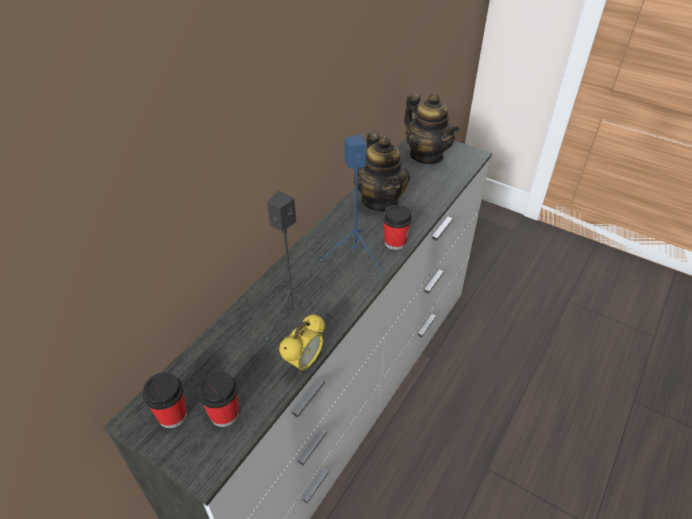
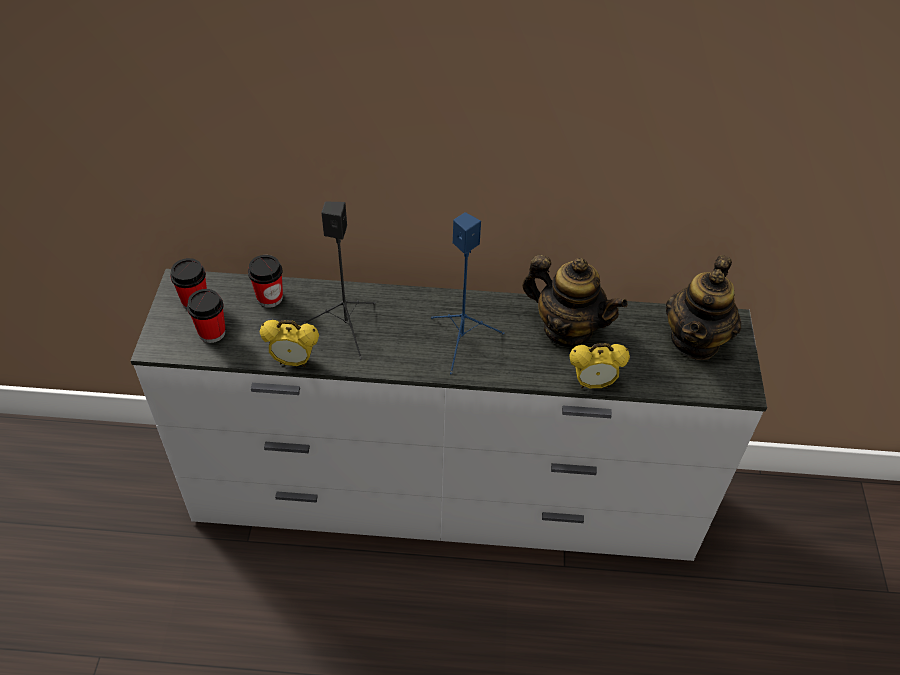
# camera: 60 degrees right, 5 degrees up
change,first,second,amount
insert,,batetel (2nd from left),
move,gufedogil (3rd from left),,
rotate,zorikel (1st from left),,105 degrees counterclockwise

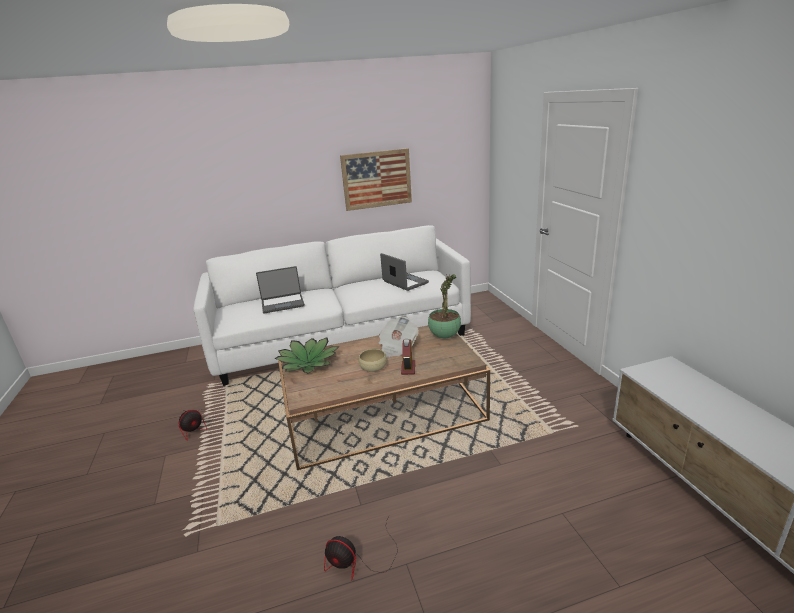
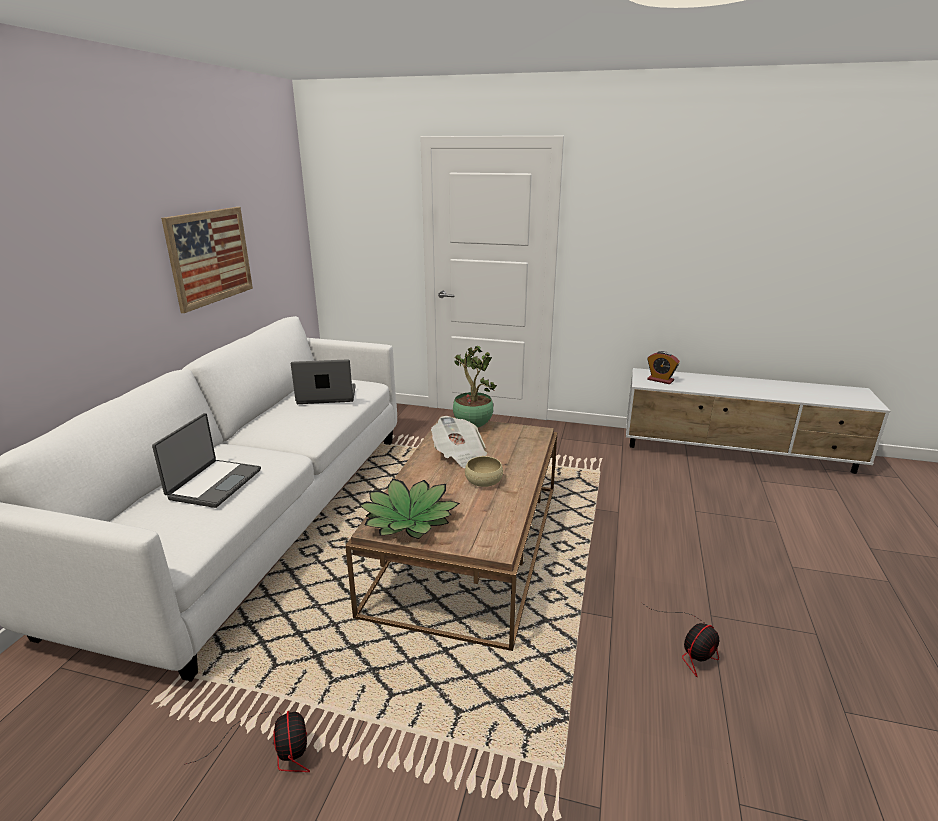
# camera: 60 degrees left, 0 degrees up
change,first,second,amount
move,batetel,,

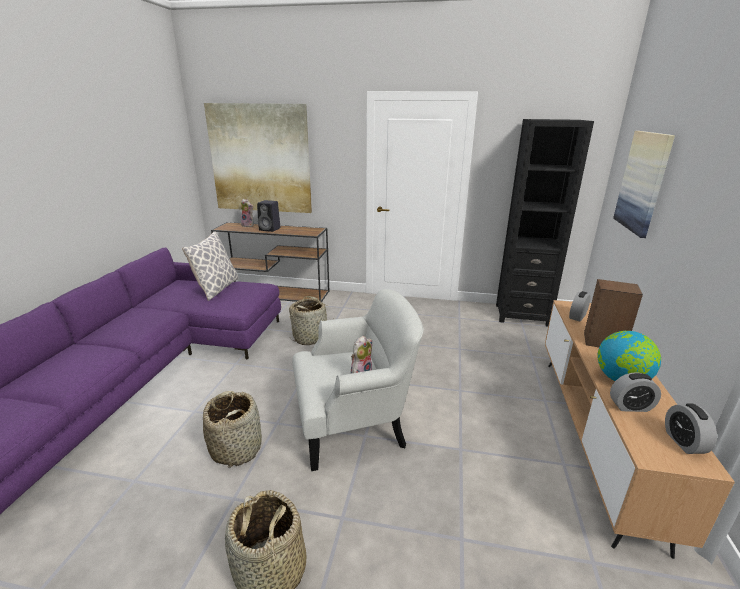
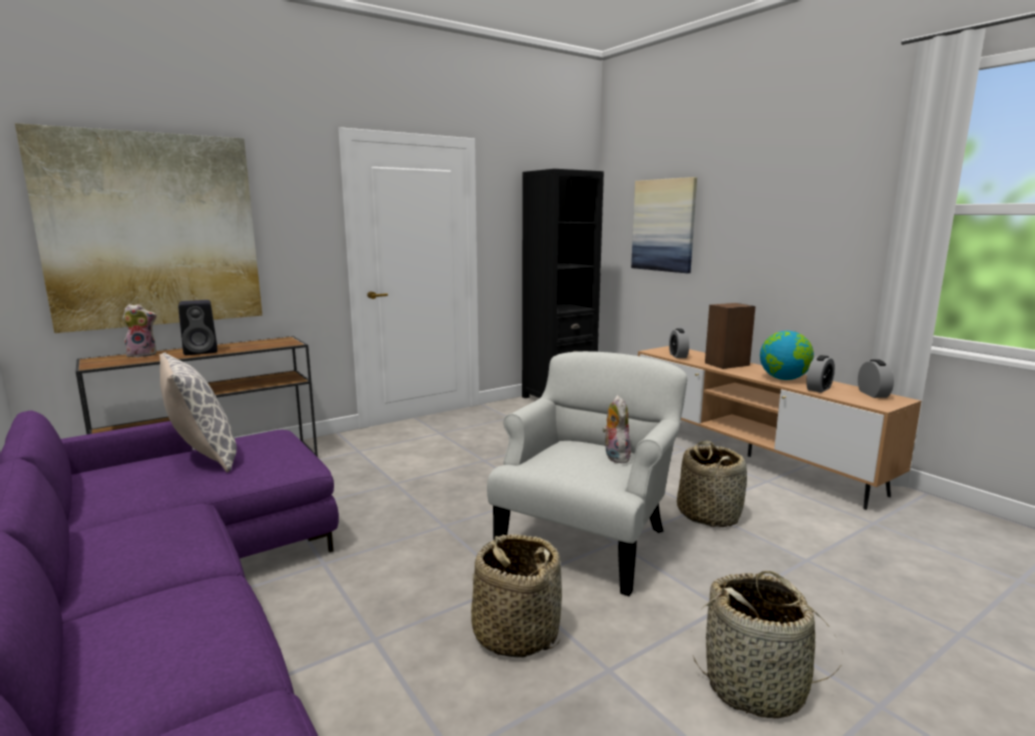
# camera: 45 degrees left, 10 degrees down
change,first,second,amount
move,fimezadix (3rd from left in the first image),fimezadix (2nd from left),
rotate,batetel (3rd from left),,135 degrees counterclockwise

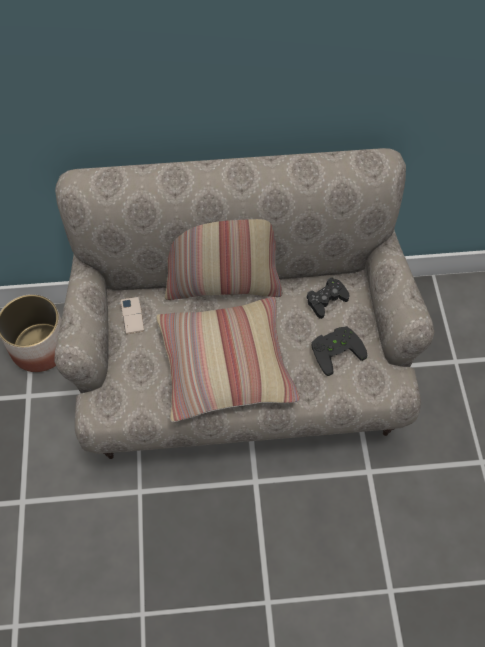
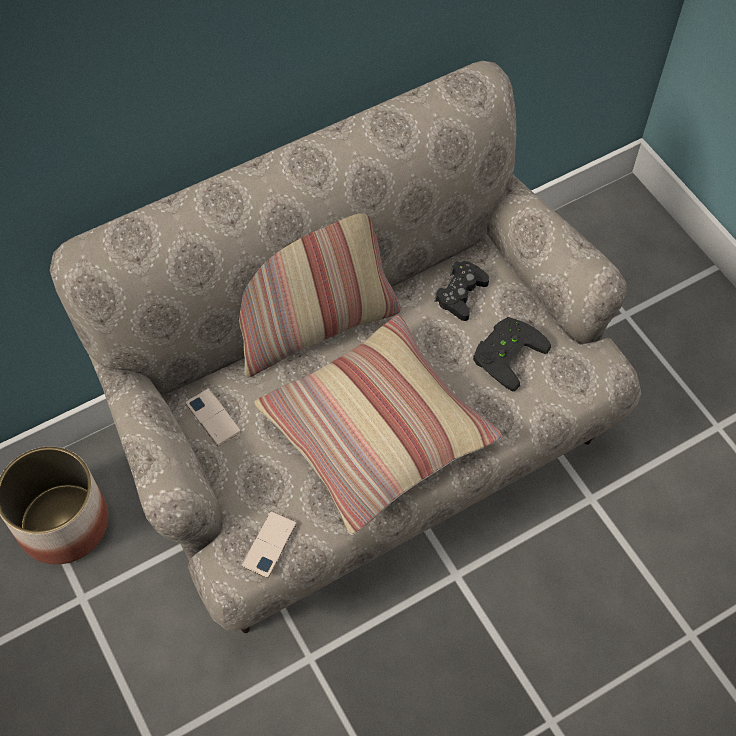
# camera: 25 degrees left, 0 degrees up
change,first,second,amount
insert,,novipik (2nd from left),

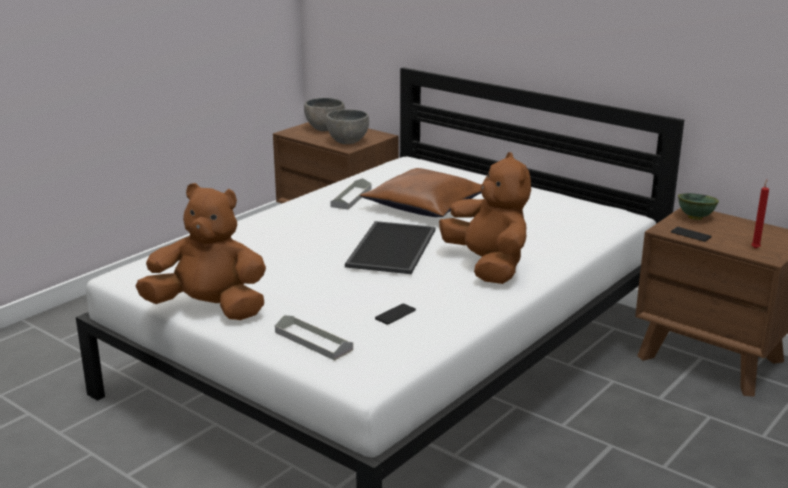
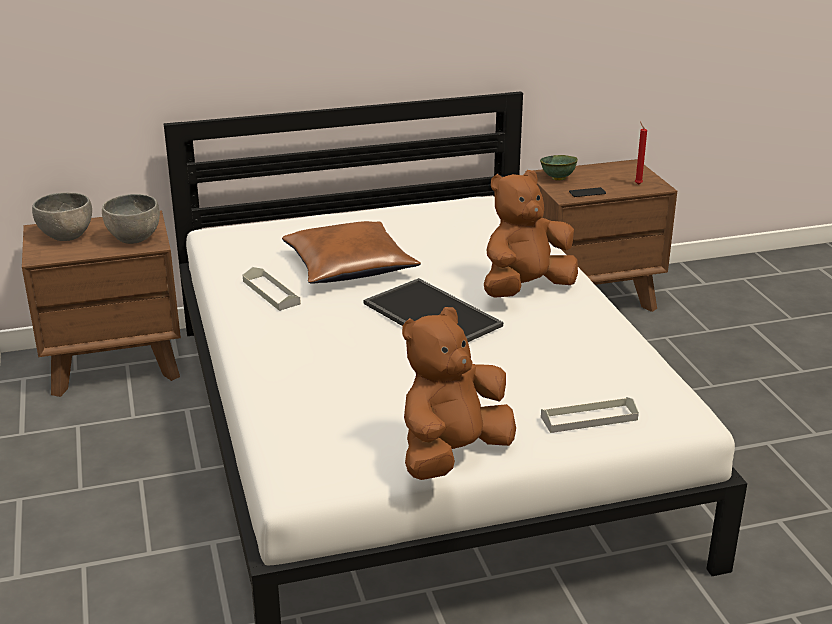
# camera: 55 degrees left, 5 degrees up
change,first,second,amount
delete,novipik (1st from left),,
rotate,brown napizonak (2nd from left),,45 degrees counterclockwise

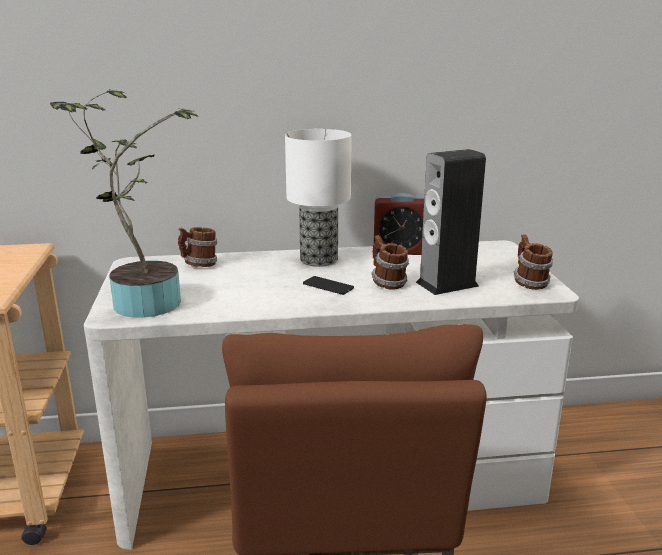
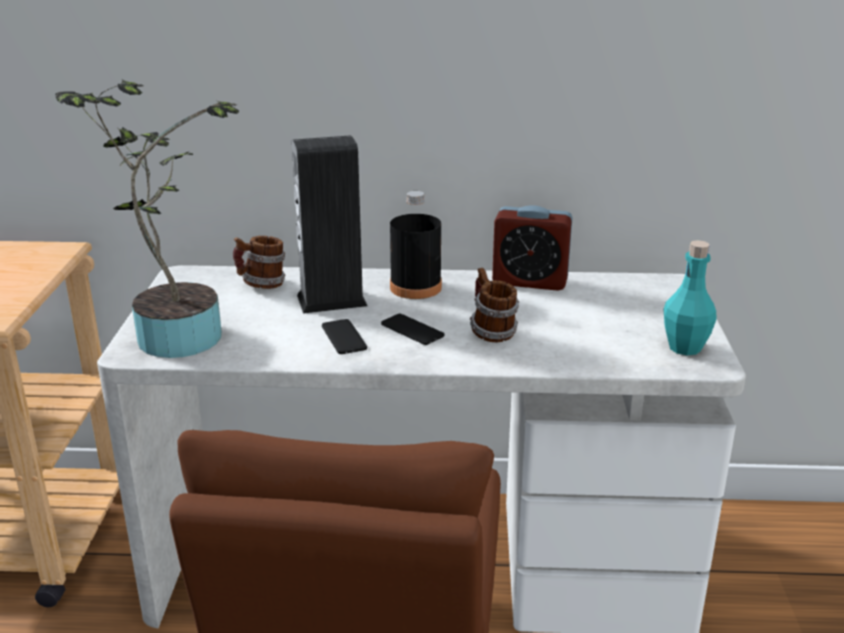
# camera: 10 degrees right, 5 degrees up
change,first,second,amount
insert,,novipik (1st from left),
move,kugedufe,,
replace,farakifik,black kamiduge,
replace,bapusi (3rd from left),turquoise kamiduge,

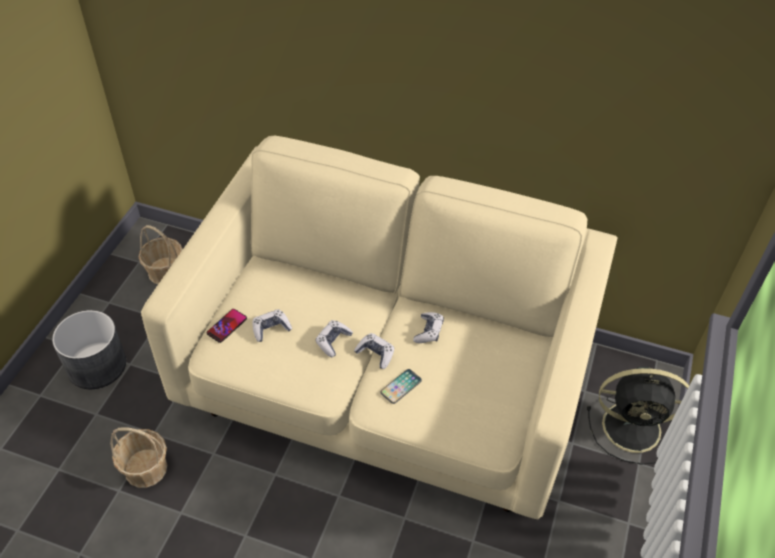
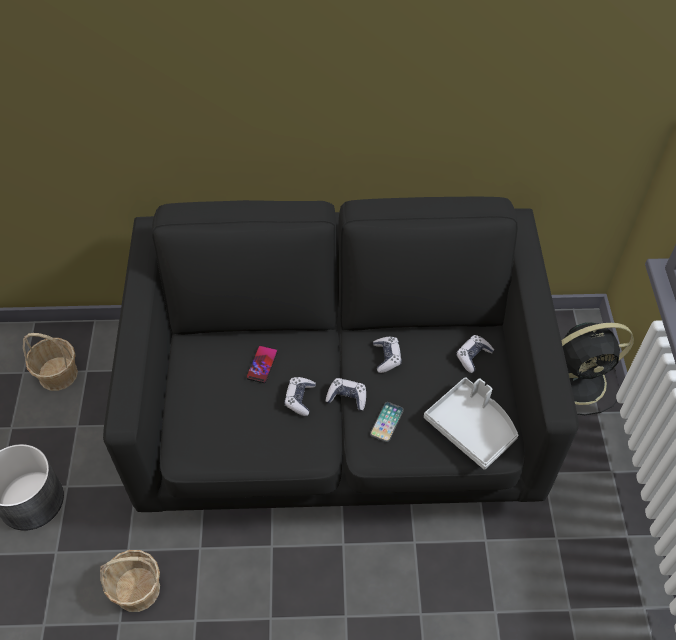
# camera: 20 degrees left, 5 degrees up
change,first,second,amount
insert,,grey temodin,
move,novipik (1st from left),,
move,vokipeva (1st from left in the first image),vokipeva (4th from left),
recolor,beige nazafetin,black nazafetin,

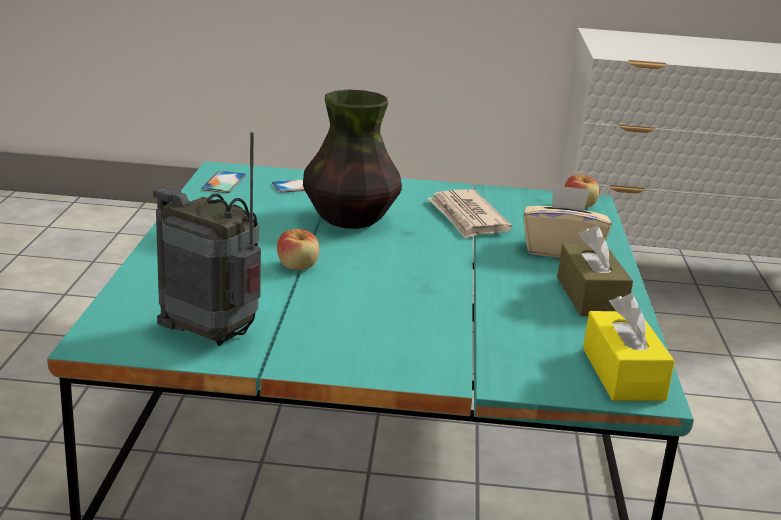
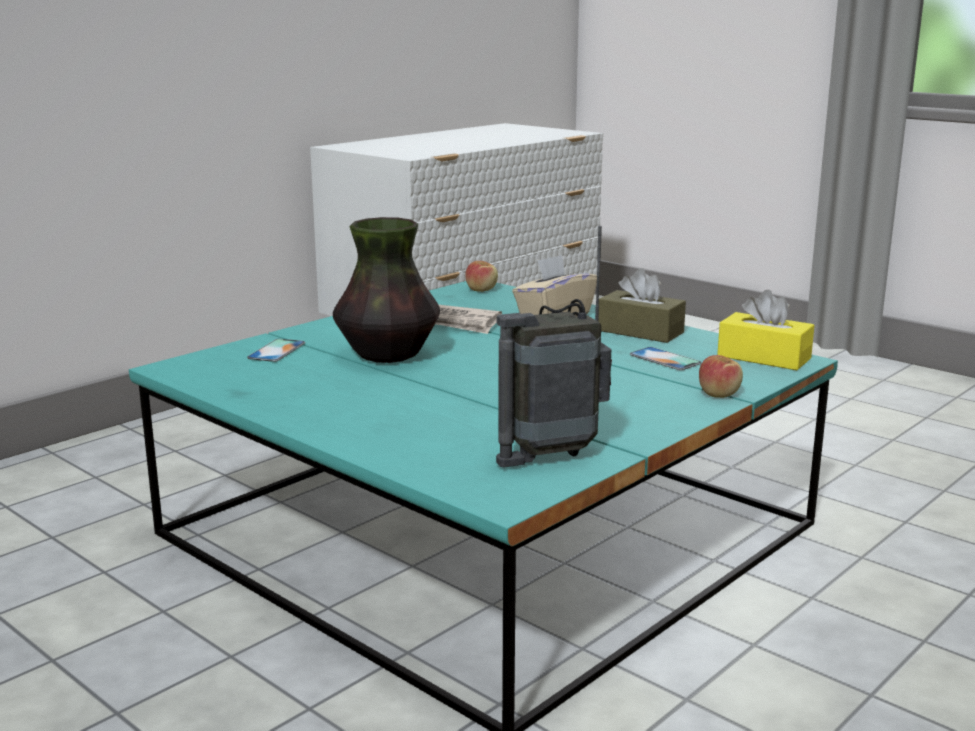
# camera: 50 degrees left, 5 degrees down
change,first,second,amount
move,novipik (1st from left in the first image),novipik (2nd from left),
move,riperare (1st from left in the first image),riperare (2nd from left),

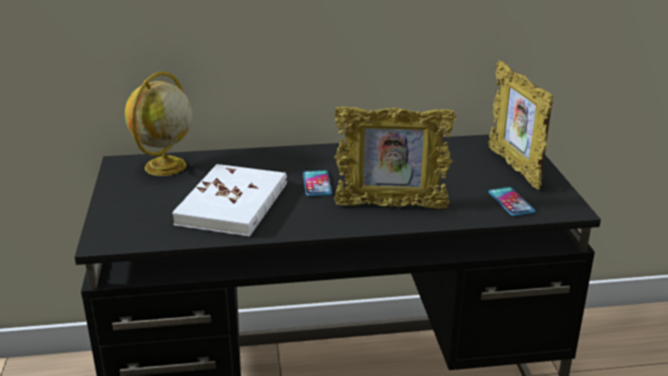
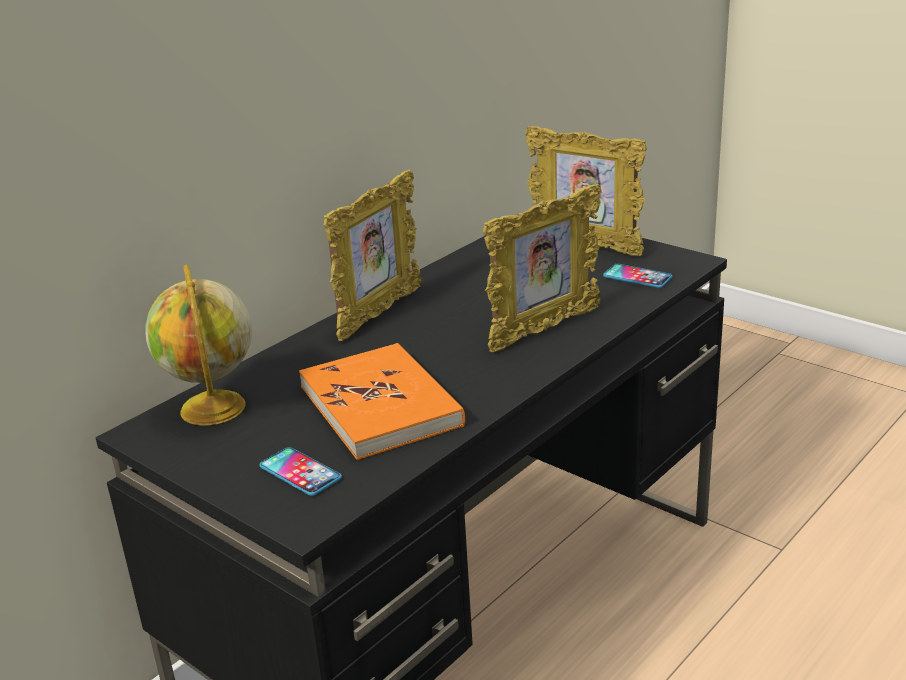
# camera: 40 degrees left, 0 degrees up
change,first,second,amount
insert,,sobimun (1st from left),
move,novipik (1st from left),,
recolor,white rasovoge,orange rasovoge,

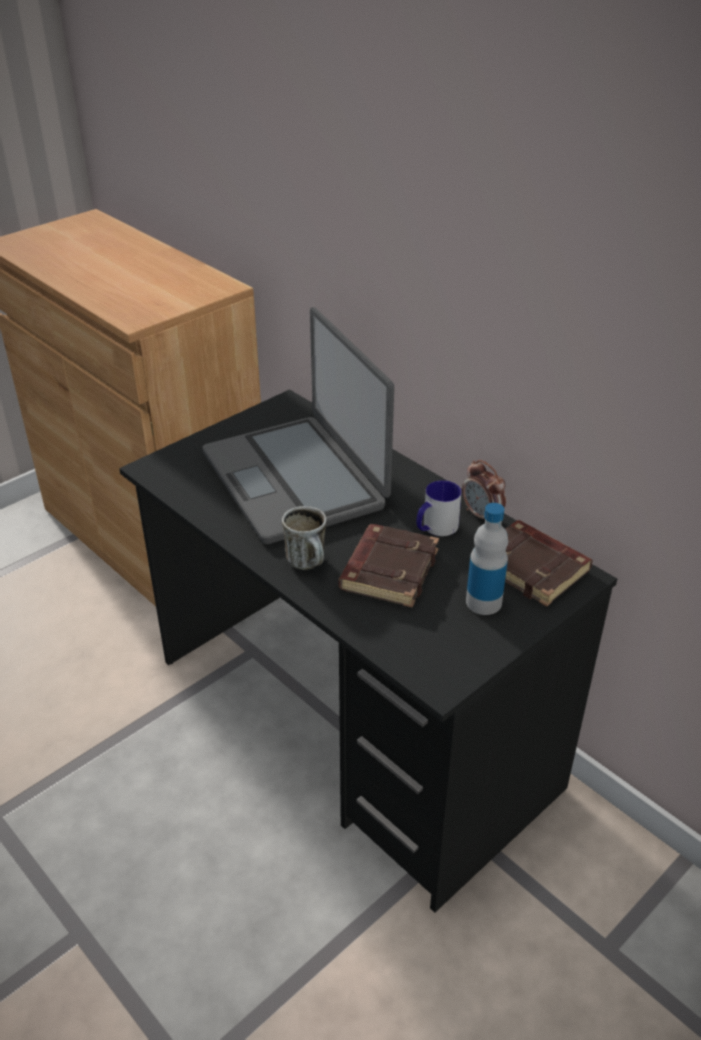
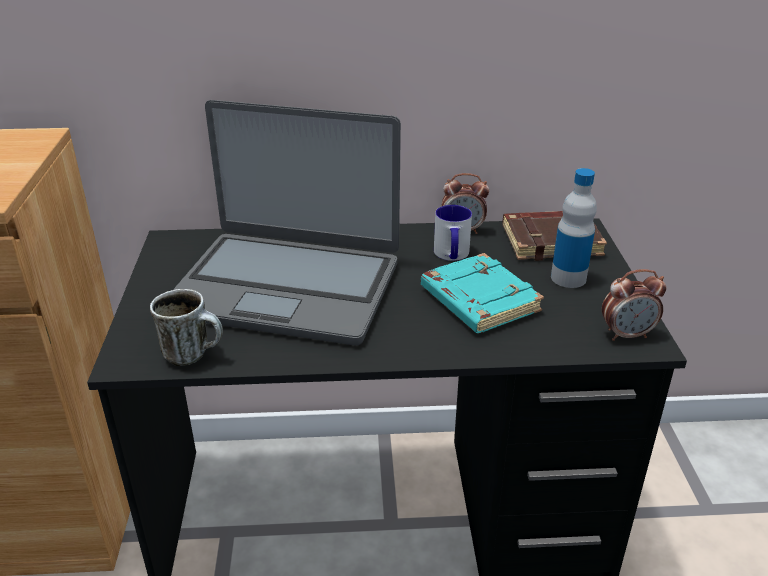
# camera: 50 degrees left, 5 degrees down
change,first,second,amount
insert,,batetel (2nd from left),
move,bapusi (1st from left),,
recolor,brown rasovoge (1st from left),turquoise rasovoge,

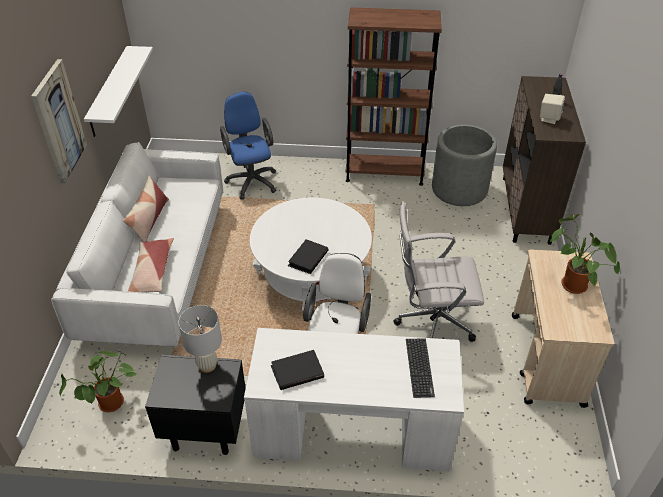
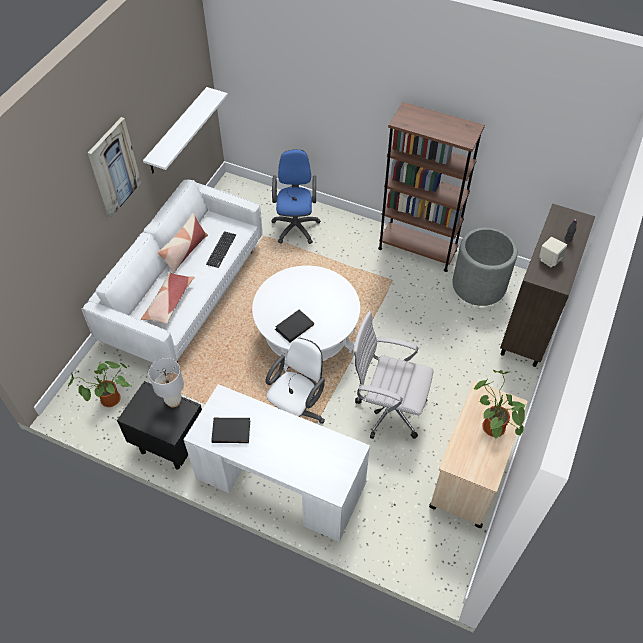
# camera: 20 degrees right, 10 degrees up
change,first,second,amount
move,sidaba,,

